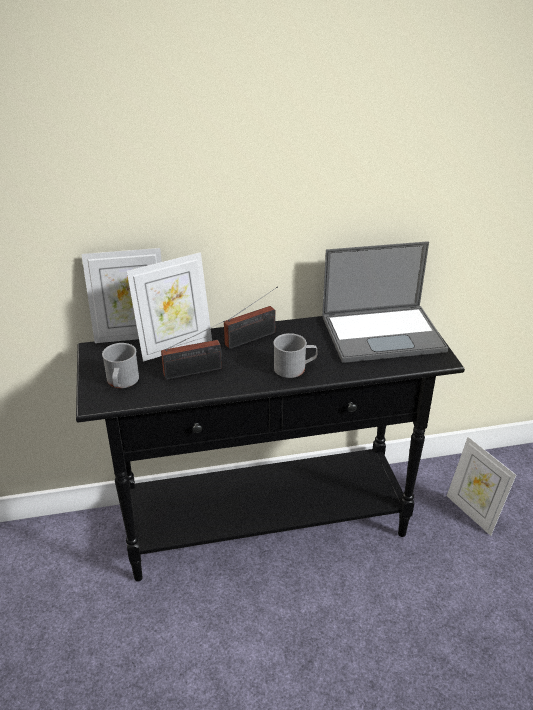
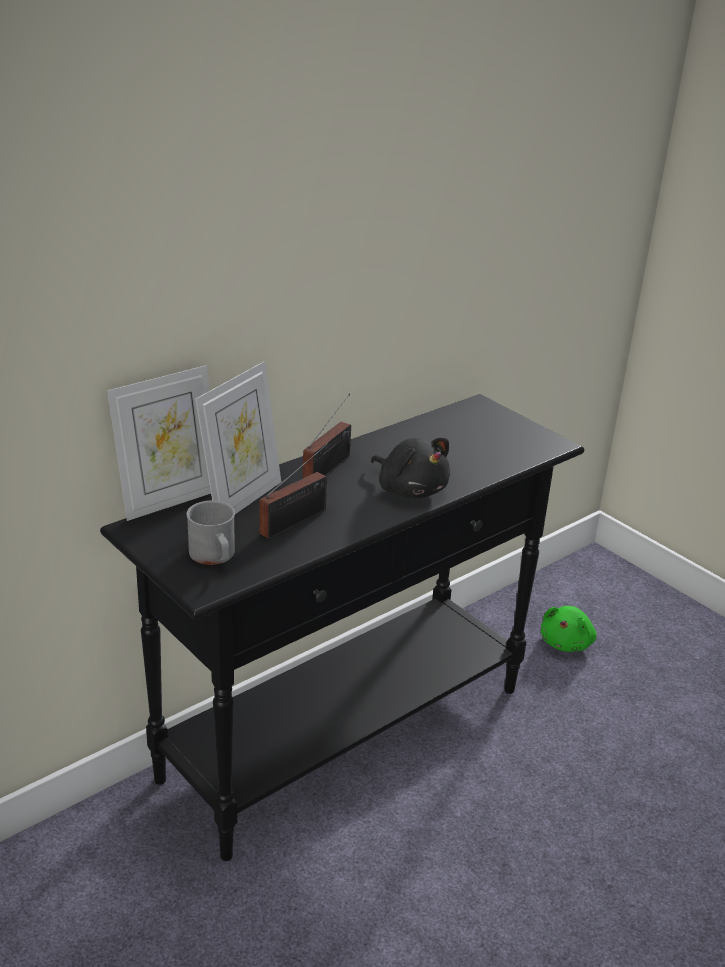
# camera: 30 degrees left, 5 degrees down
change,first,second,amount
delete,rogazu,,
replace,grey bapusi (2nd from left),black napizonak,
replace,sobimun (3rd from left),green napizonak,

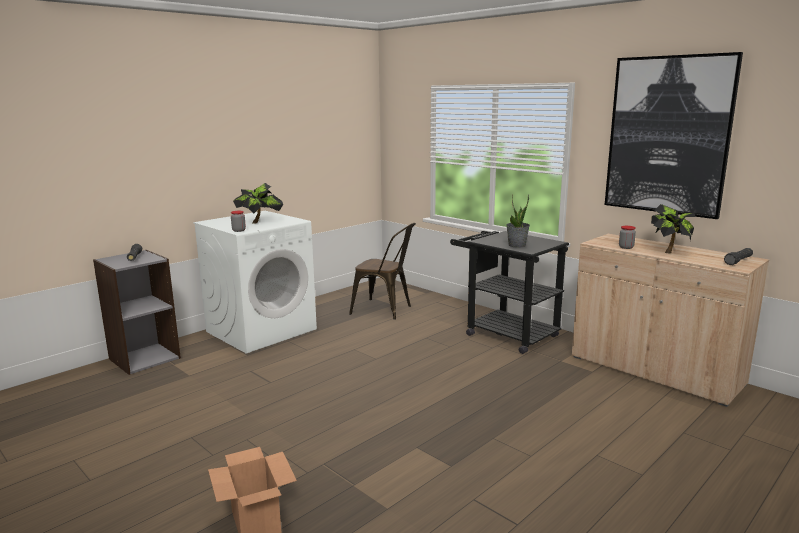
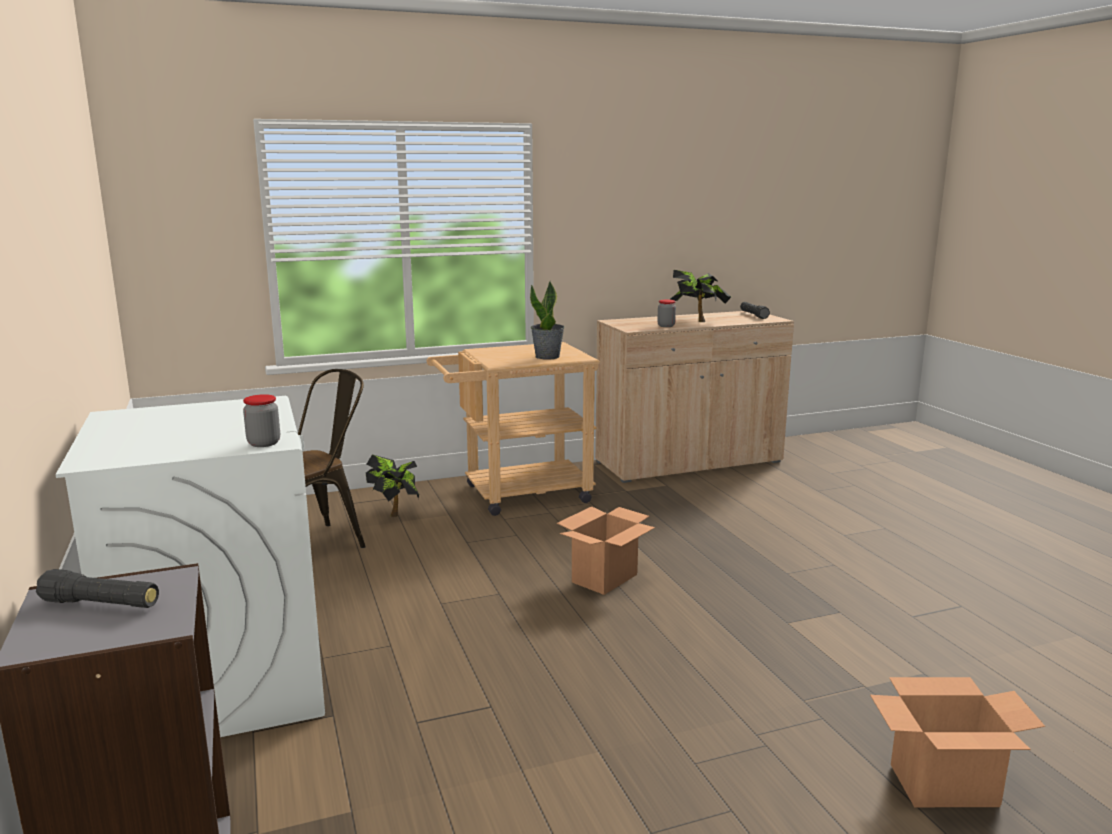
# camera: 65 degrees left, 0 degrees up
change,first,second,amount
delete,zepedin,,
insert,,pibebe (1st from left),
move,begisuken (1st from left),,
recolor,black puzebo,beige puzebo,

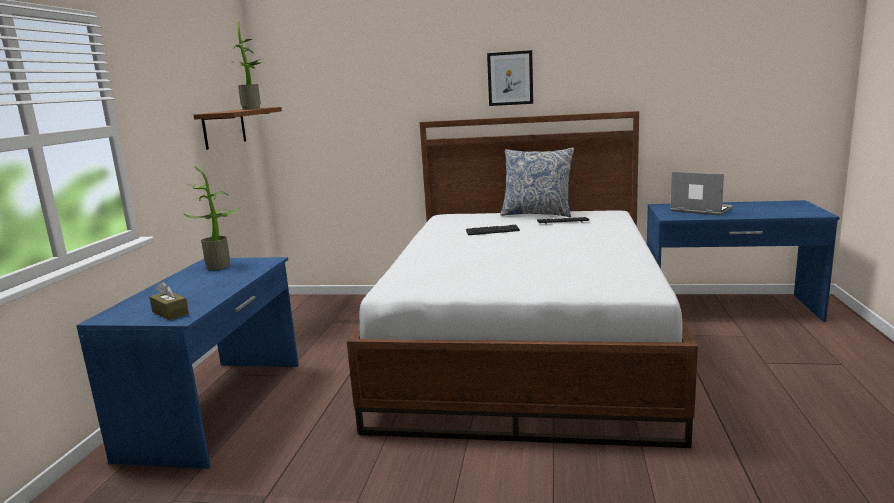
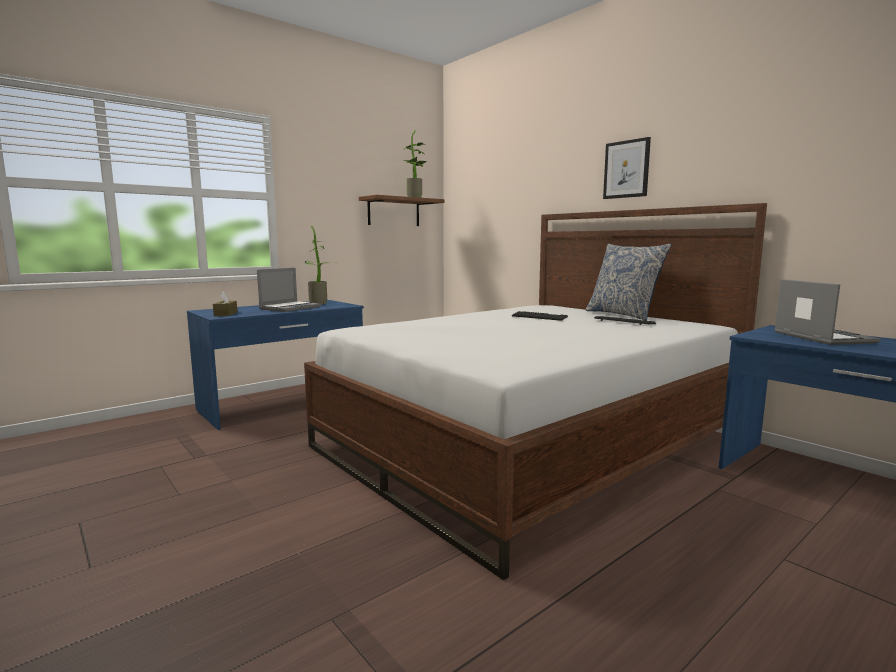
# camera: 40 degrees right, 5 degrees down
change,first,second,amount
insert,,rogazu (1st from left),

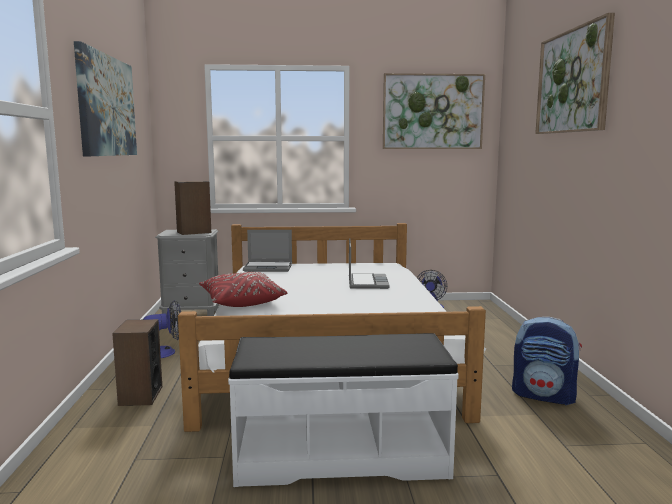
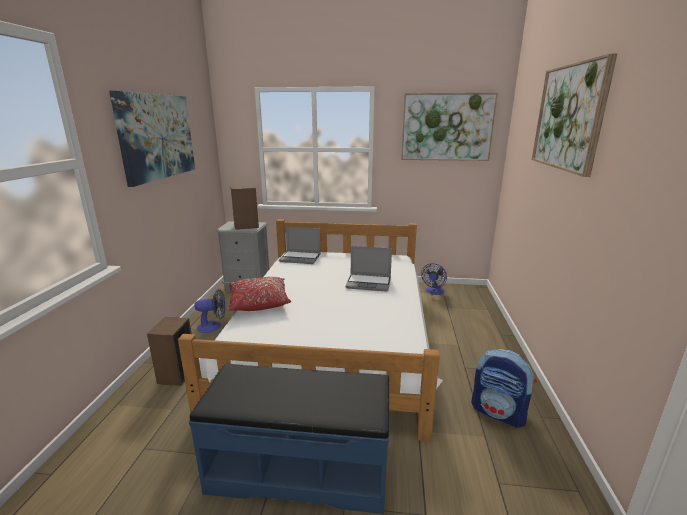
# camera: 10 degrees right, 10 degrees up
change,first,second,amount
recolor,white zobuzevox,blue zobuzevox,
rotate,rogazu (2nd from left),,90 degrees clockwise

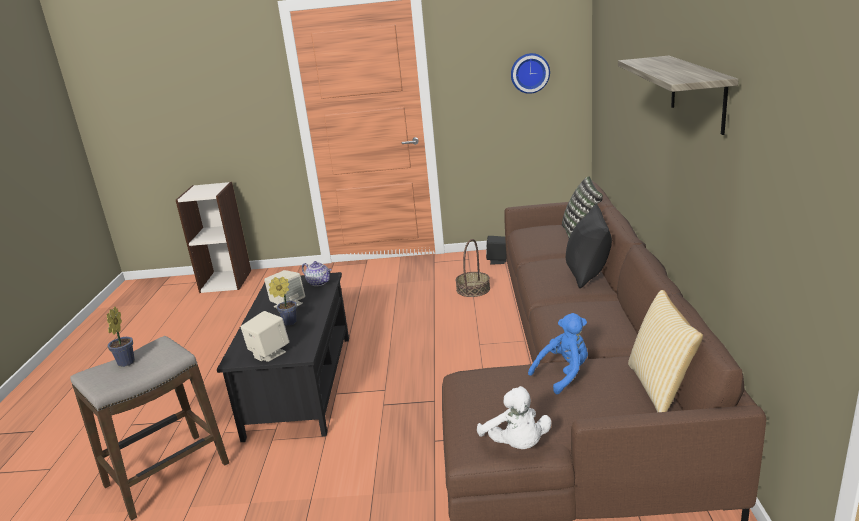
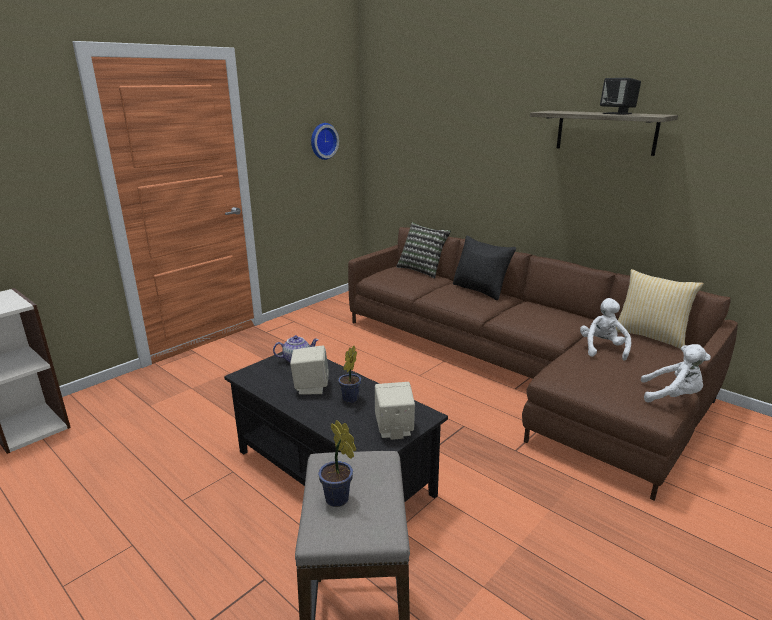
# camera: 50 degrees left, 0 degrees up
change,first,second,amount
delete,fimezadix,,
move,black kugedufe,,
recolor,blue napizonak,white napizonak (1st from left),

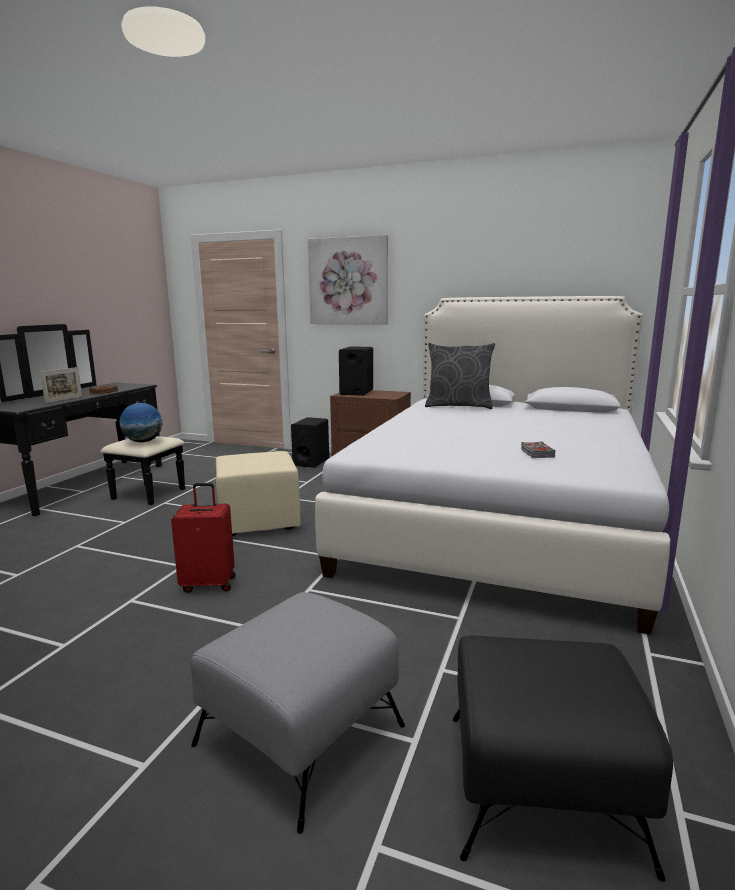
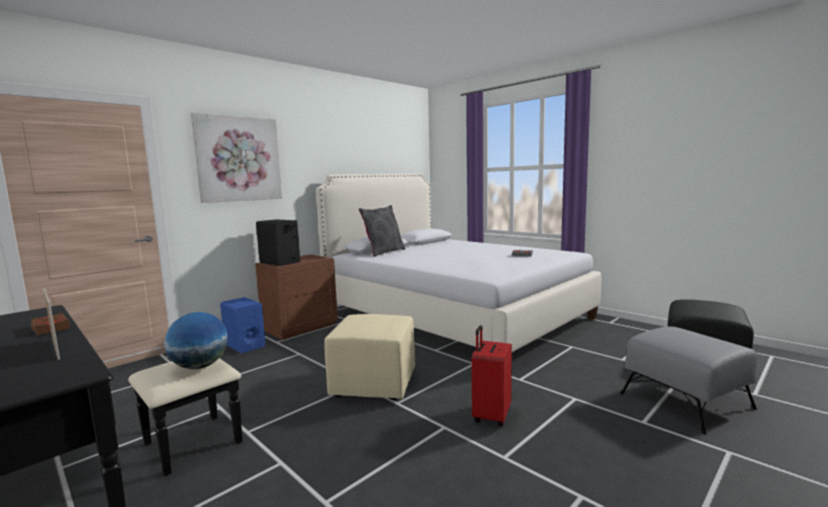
# camera: 65 degrees left, 5 degrees down
change,first,second,amount
recolor,black kugedufe (1st from left),blue kugedufe,

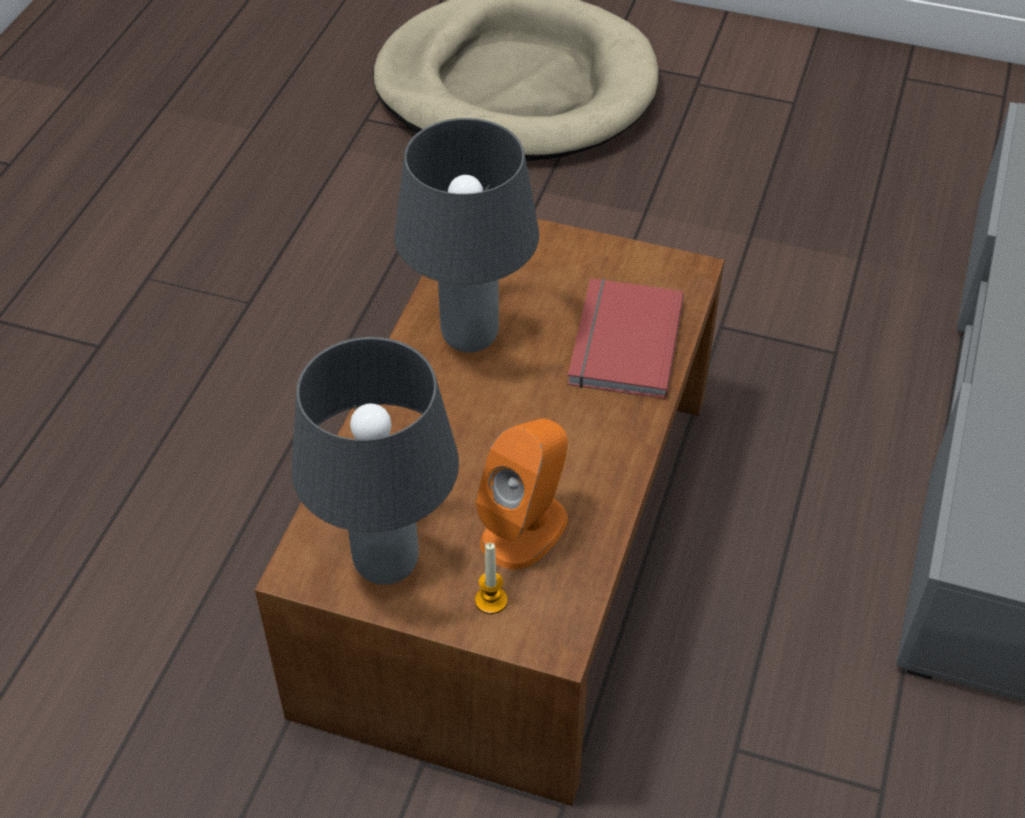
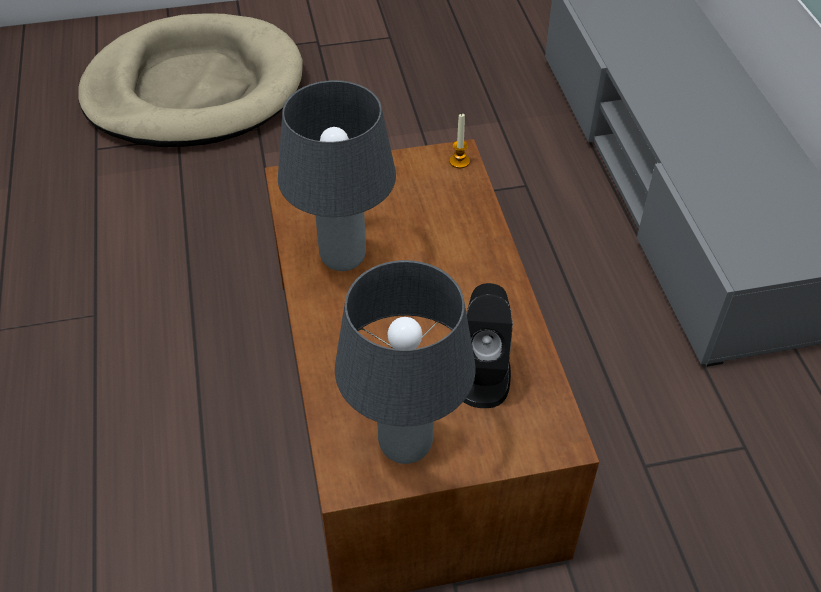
# camera: 30 degrees left, 0 degrees up
change,first,second,amount
delete,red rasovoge,,
move,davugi,,
recolor,orange kugedufe,black kugedufe,

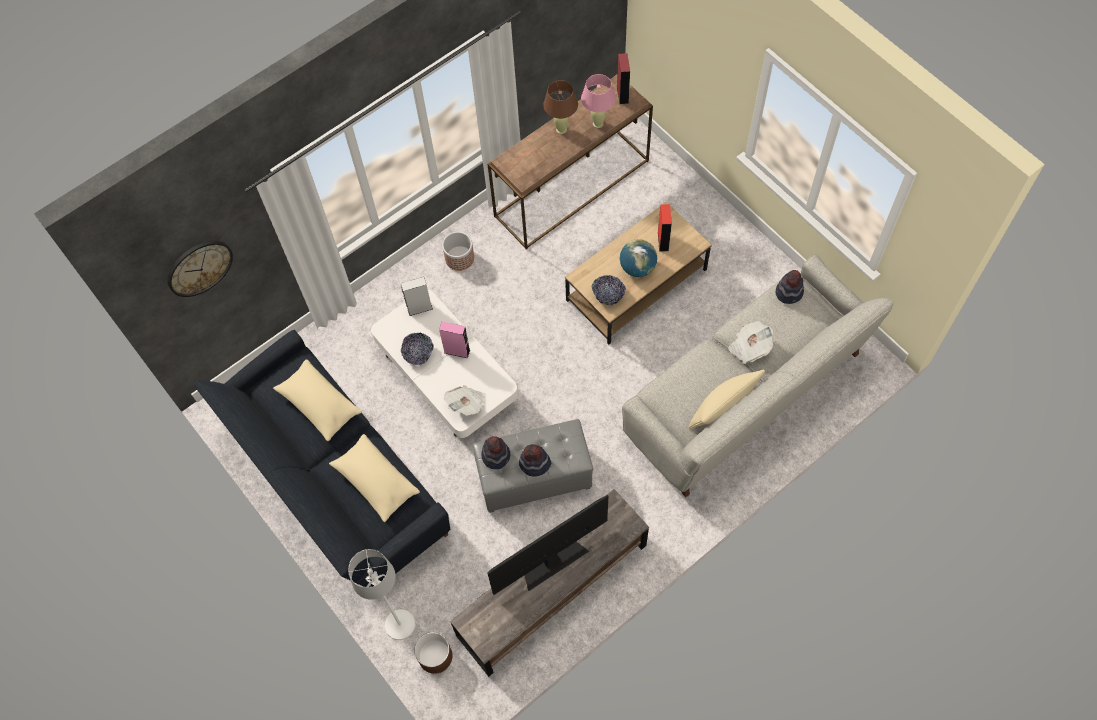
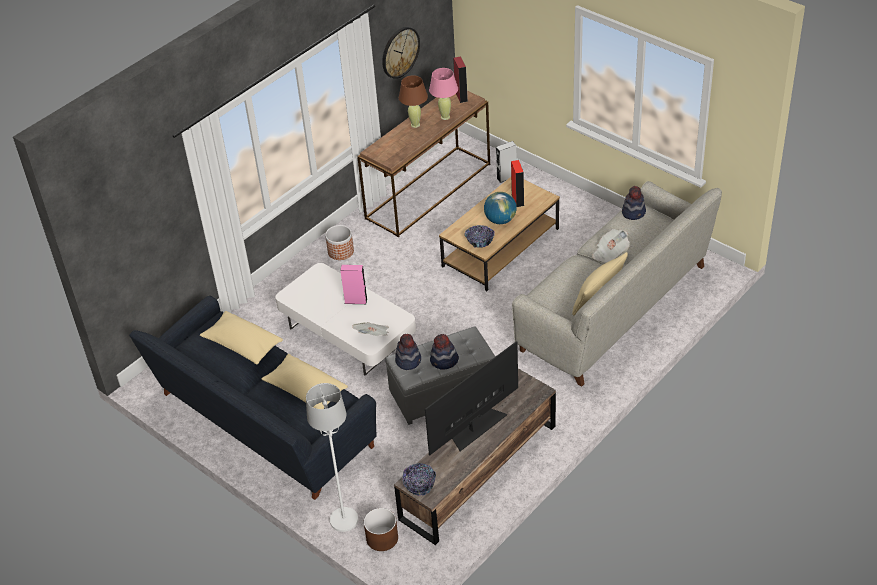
# camera: 10 degrees left, 20 degrees down
change,first,second,amount
move,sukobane,,
move,grey kugedufe,,
move,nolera (1st from left),,

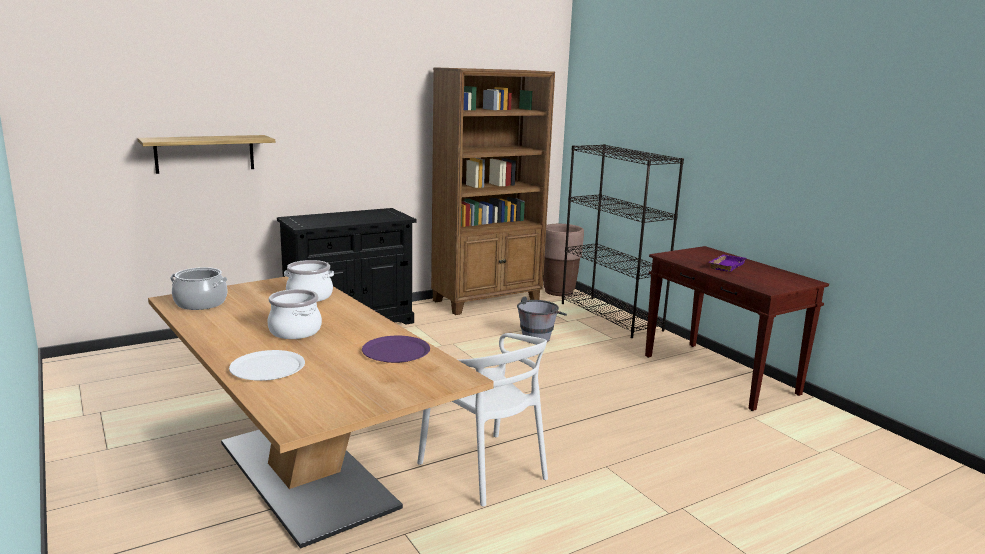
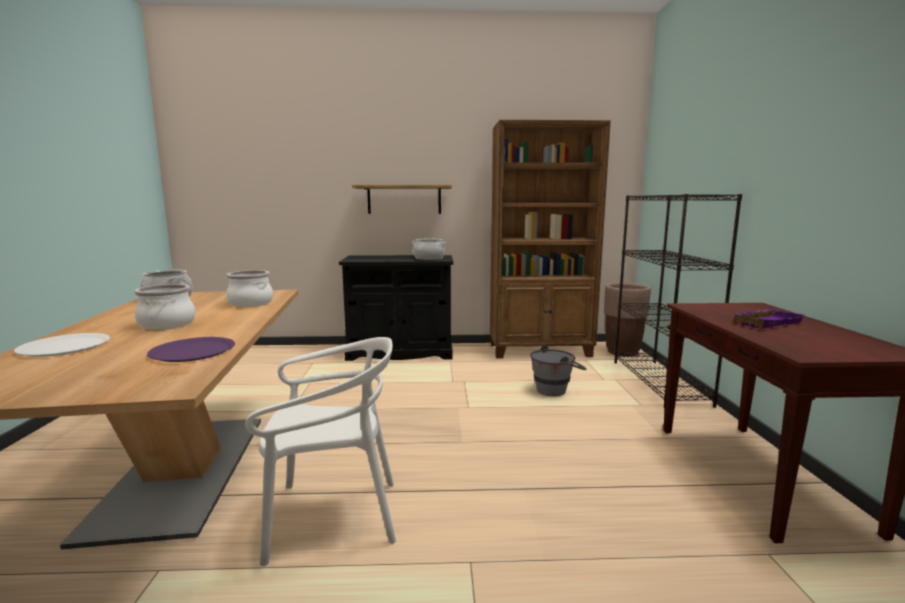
# camera: 30 degrees right, 5 degrees down
change,first,second,amount
insert,,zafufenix (4th from left),
move,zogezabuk,,
rotate,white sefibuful,,90 degrees counterclockwise

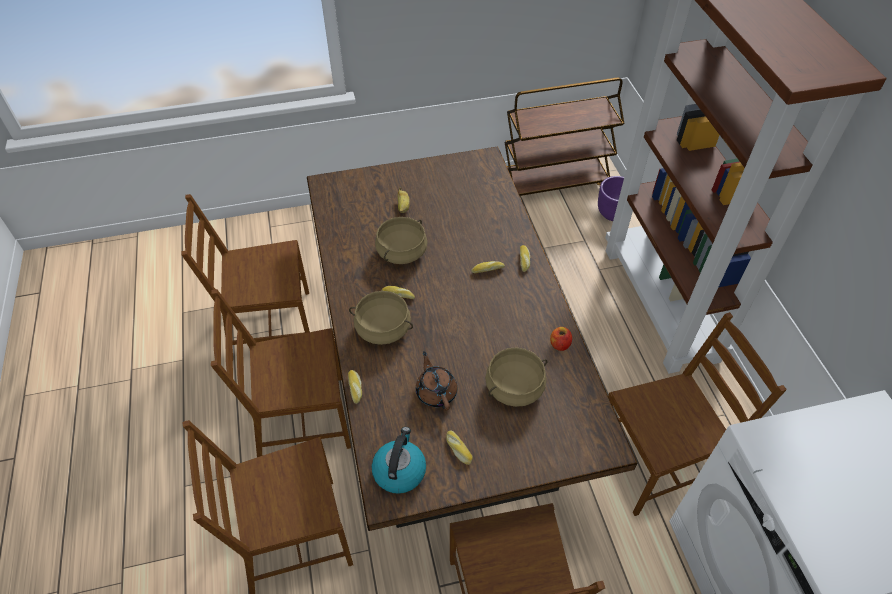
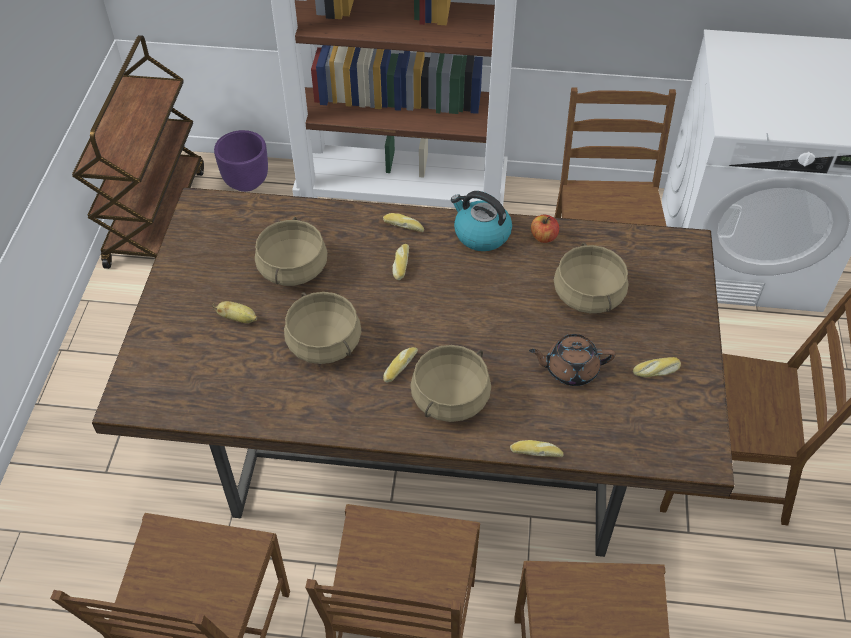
# camera: 70 degrees left, 0 degrees up
change,first,second,amount
insert,,beige zafufenix (1st from left),
move,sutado,,

